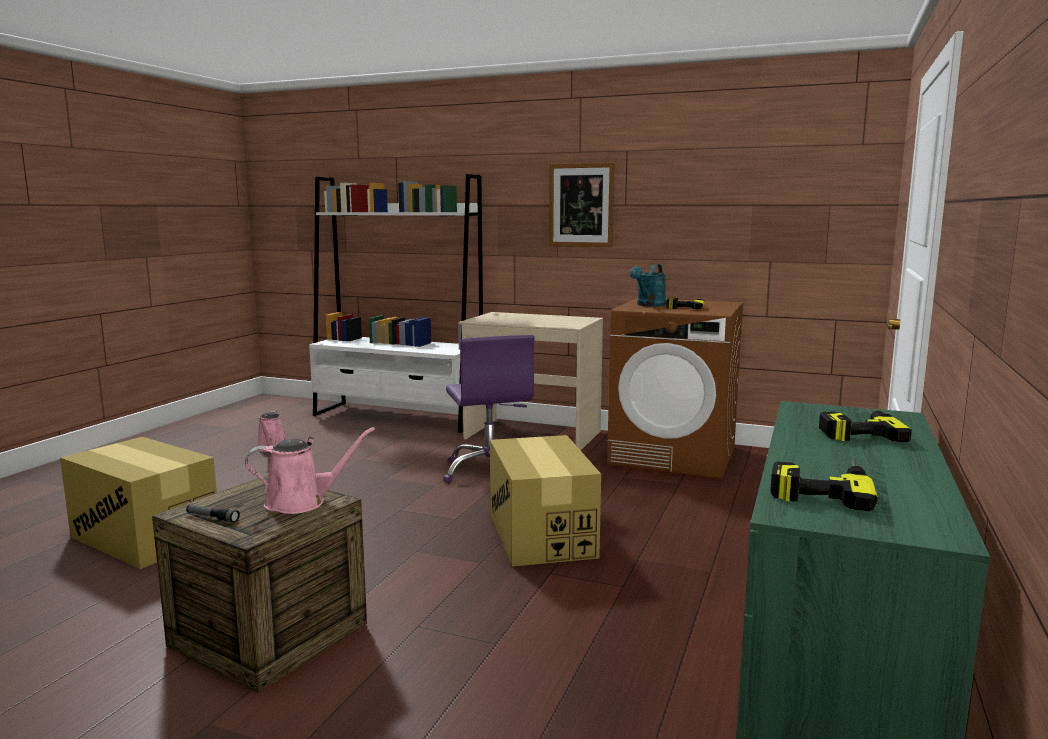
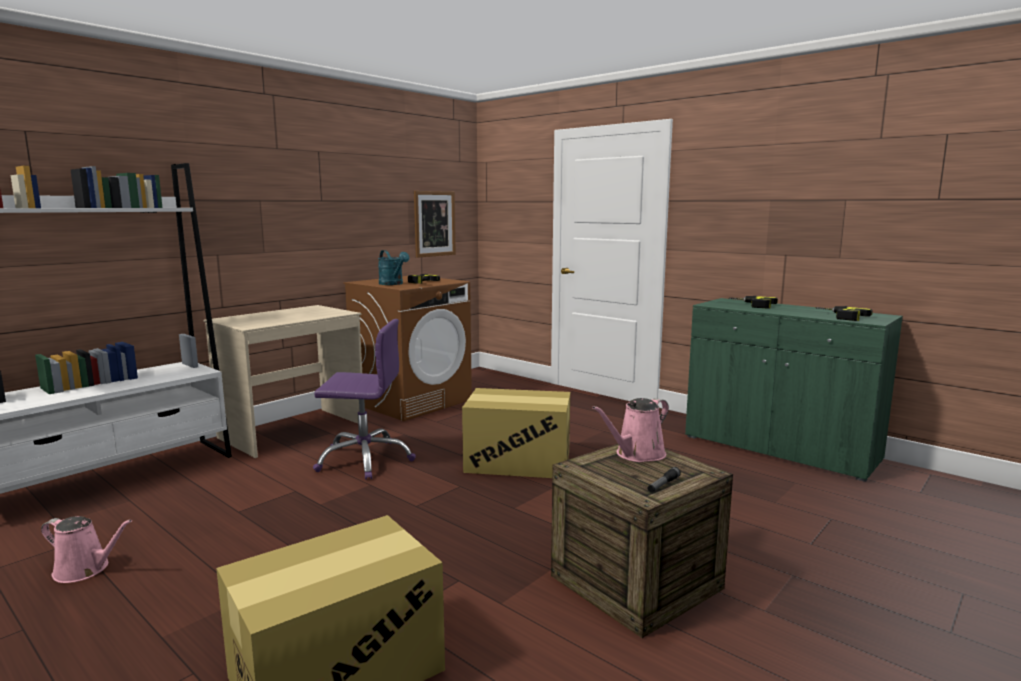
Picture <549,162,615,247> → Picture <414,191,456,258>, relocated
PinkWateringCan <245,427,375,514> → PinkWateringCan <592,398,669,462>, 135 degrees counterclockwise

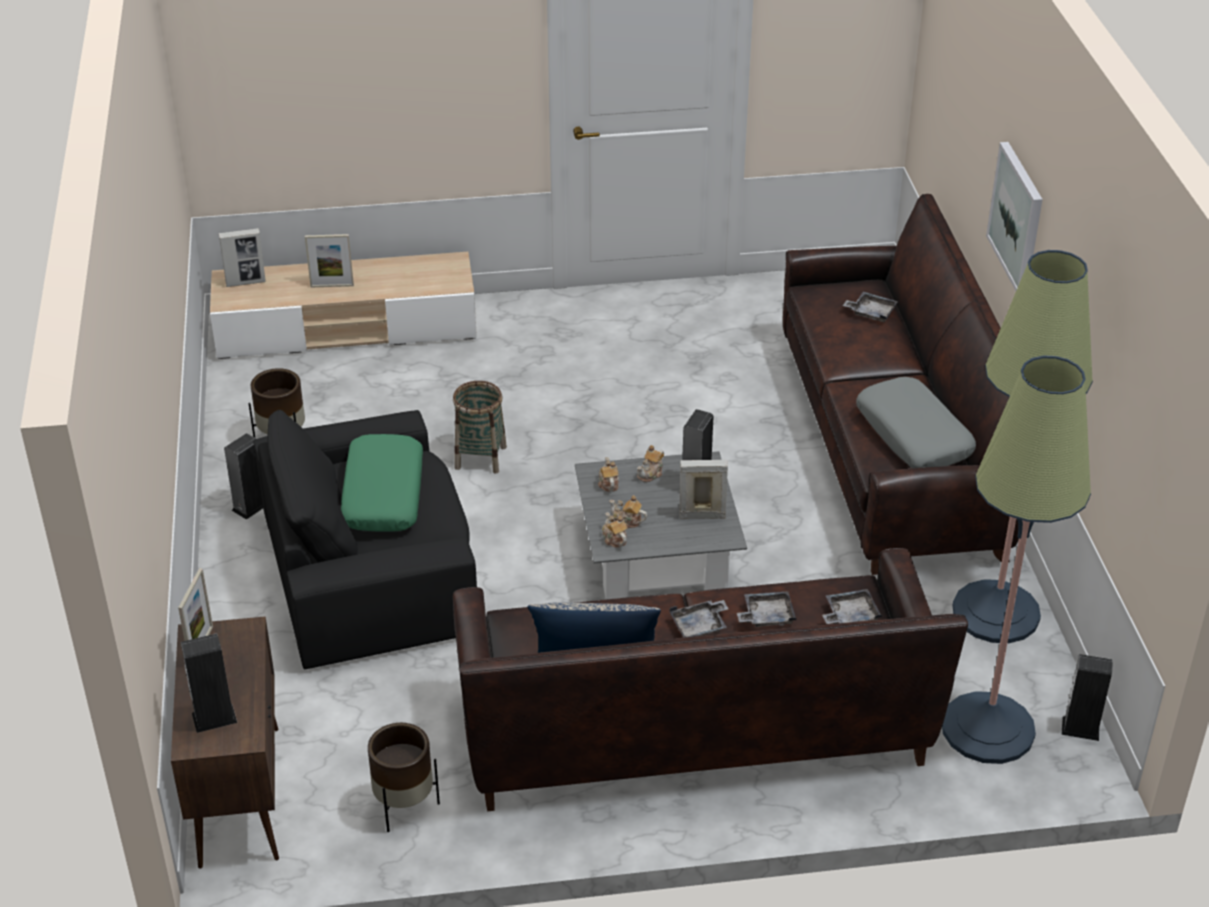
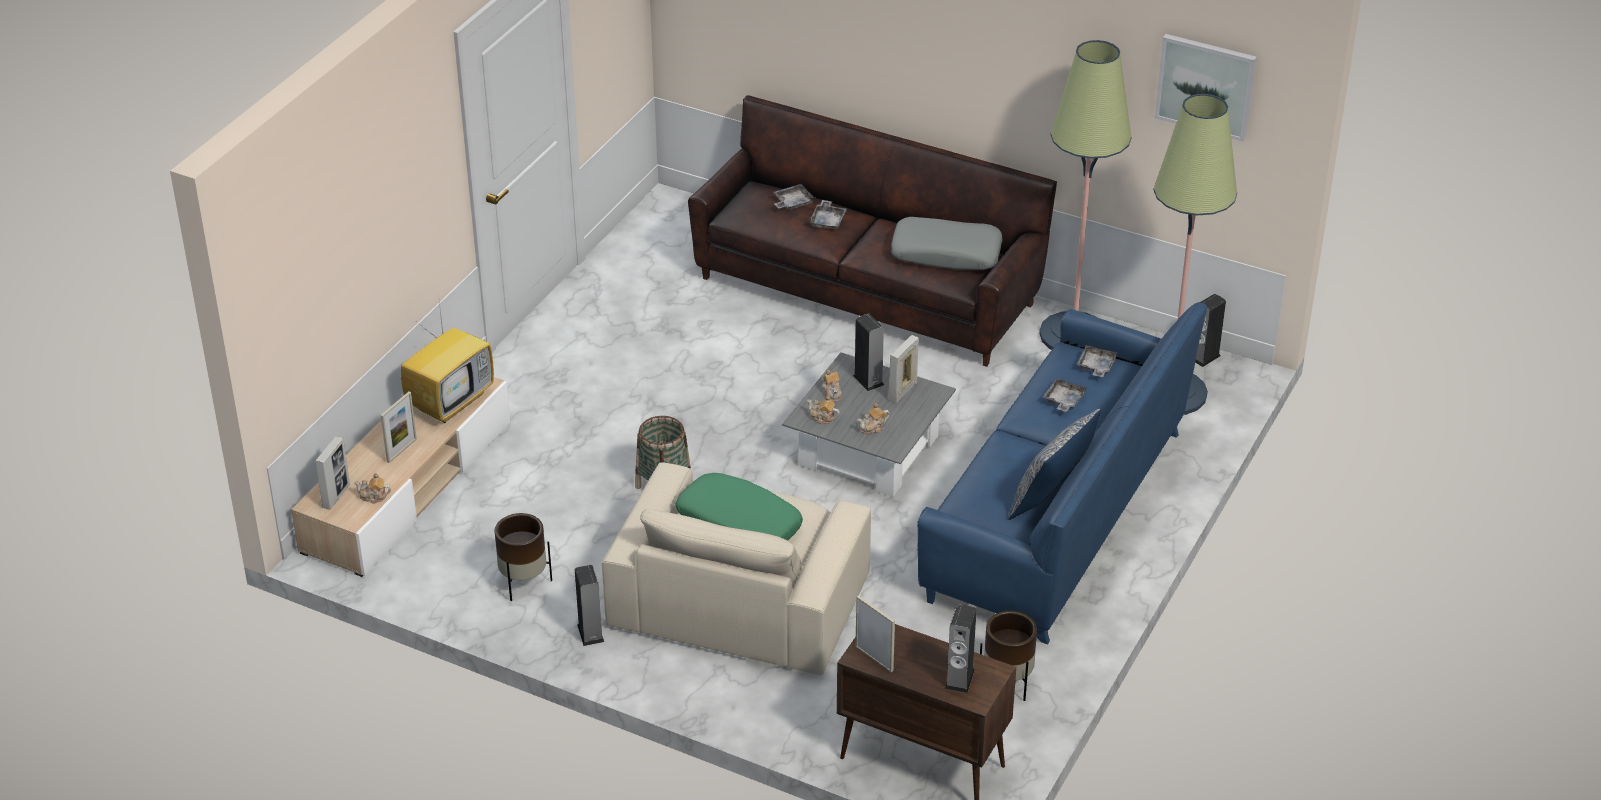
Picture <986,142,1043,291> → Picture <1155,34,1257,142>, relocated
BlackArmchair <253,410,477,669> → BeigeArmchair <602,462,871,675>
Teapot <602,512,628,548> → Teapot <354,473,391,504>, relocated
BrownSofa <453,548,968,811> → BlueSofa <917,302,1207,644>
GreyTray <669,600,729,638> → GreyTray <809,200,847,229>, relocated
- → Television <401,293,494,423>

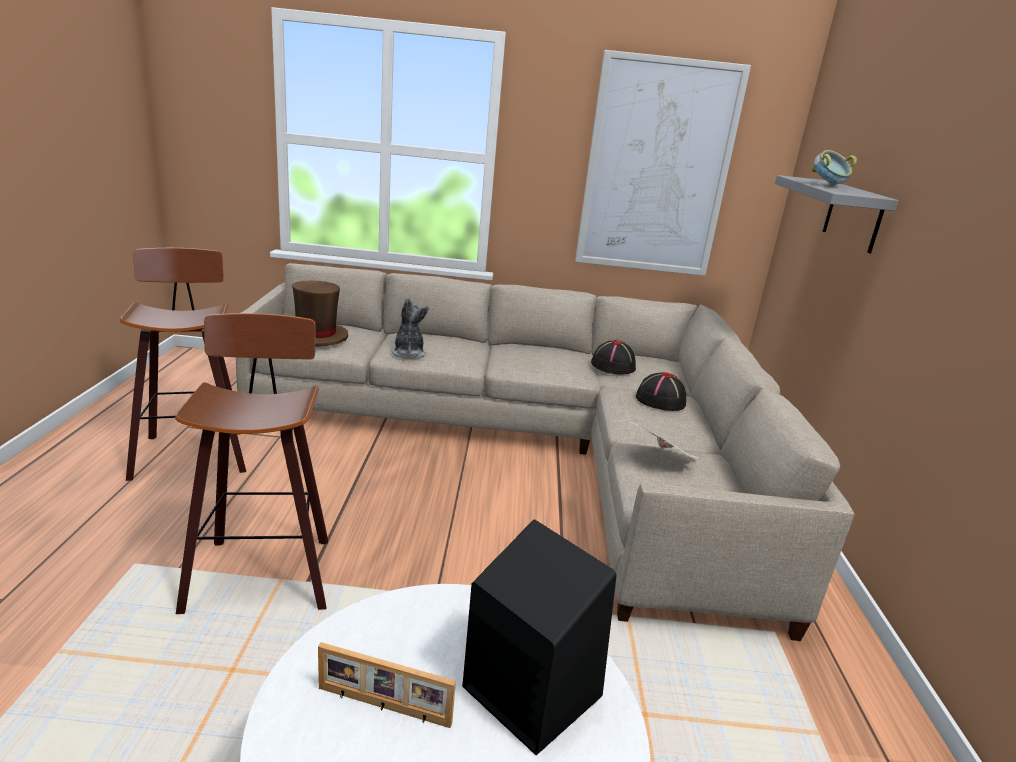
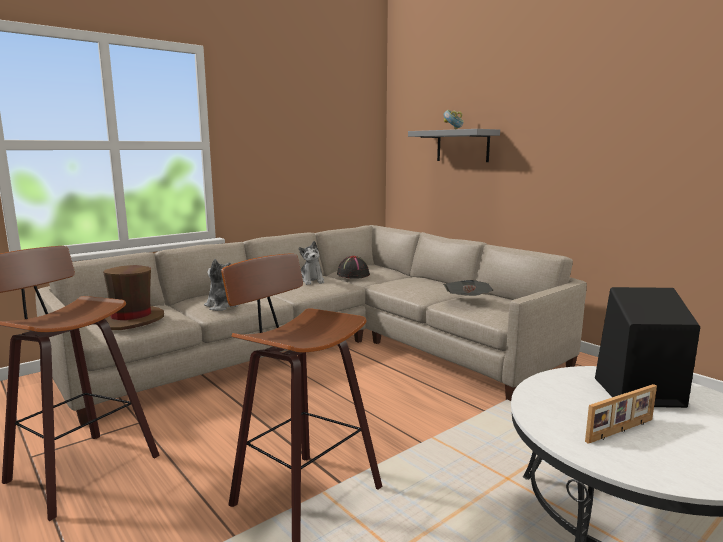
Picture <575,50,751,276> → -
BlackHat <636,372,686,411> → -
- → PlushToy <299,241,324,285>

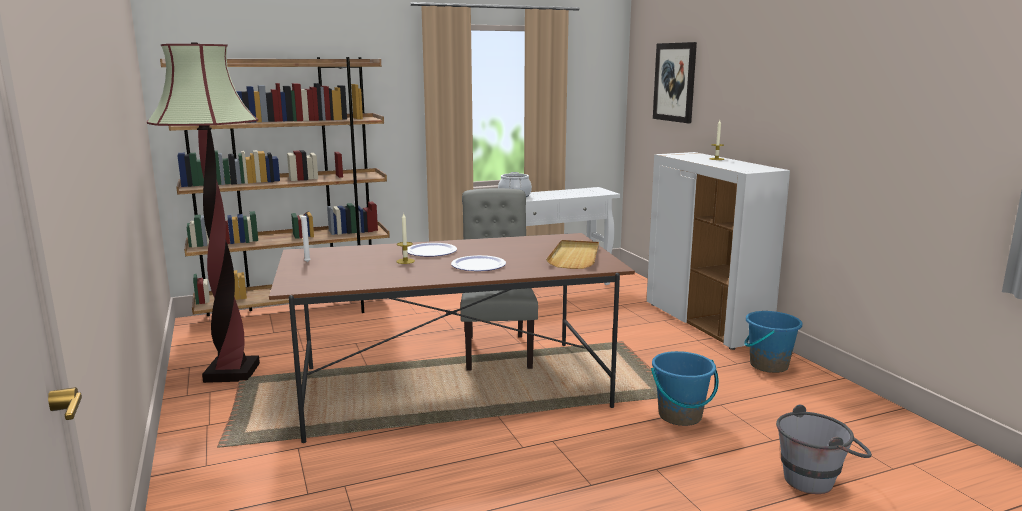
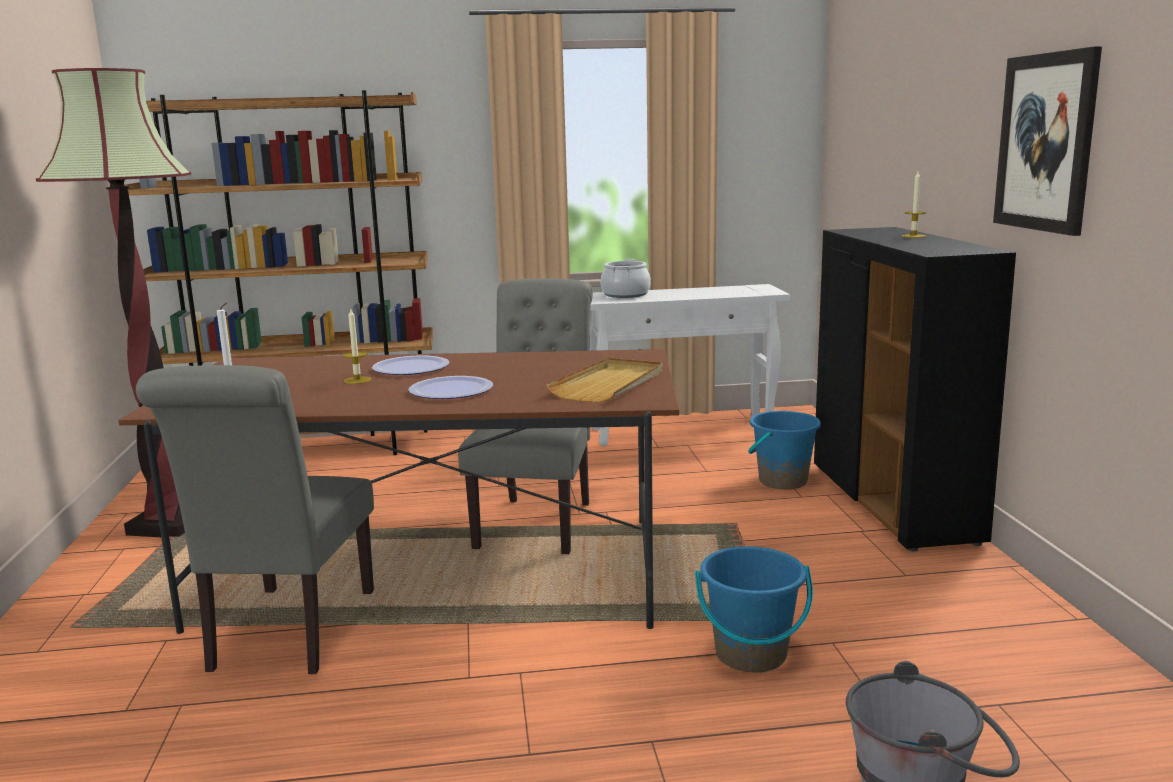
Picture <653,42,697,123> → Picture <993,46,1102,236>, relocated
WhiteCabinet <646,152,790,350> → BlackCabinet <814,227,1016,551>
BlueBucket <744,311,802,373> → BlueBucket <748,411,821,489>, relocated
- → GreyChair <136,365,374,674>

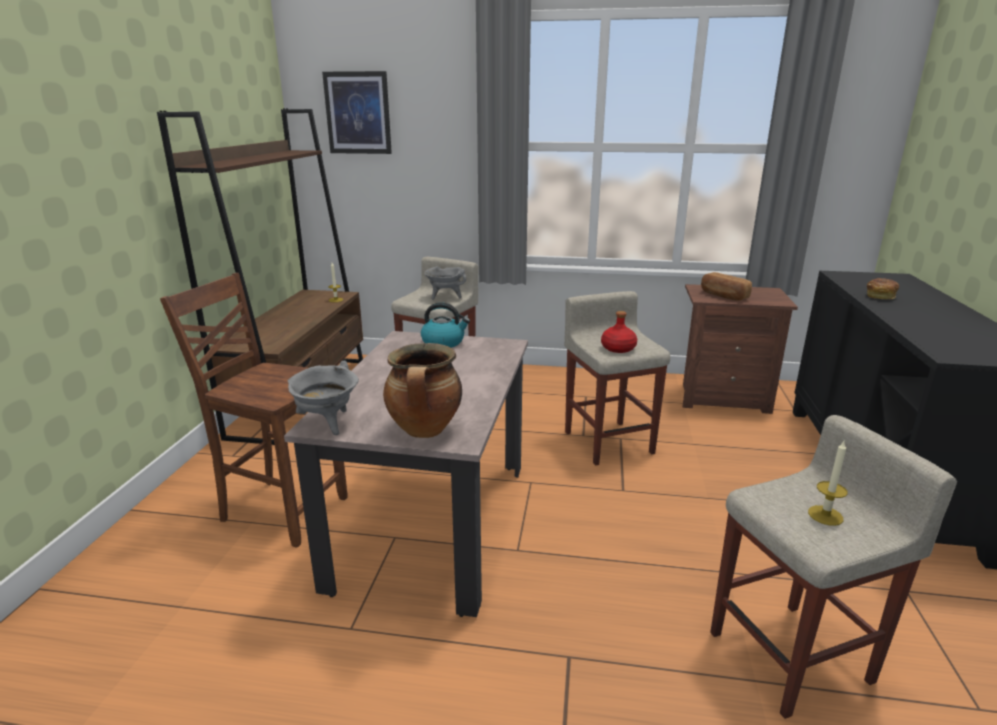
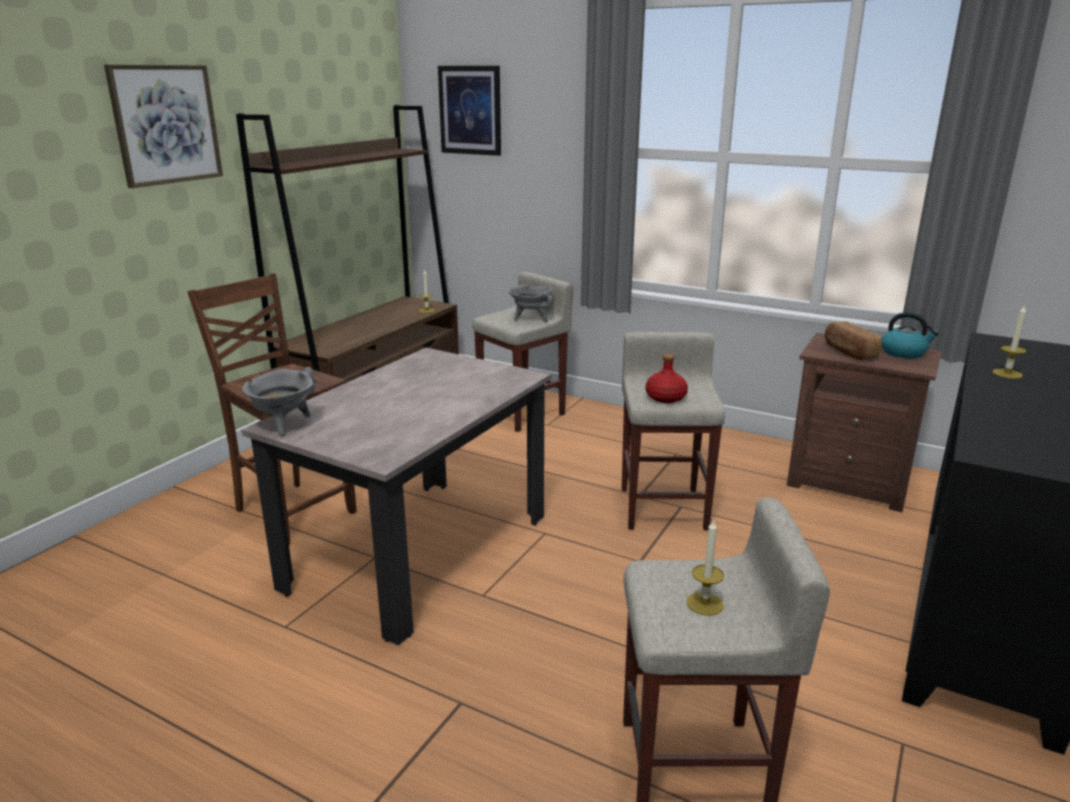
Bread <867,278,899,299> → Candle <992,305,1027,379>
Kettle <421,303,470,348> → Kettle <882,312,939,358>, relocated
CookingPot <383,343,462,438> → -
- → Picture <104,64,223,188>

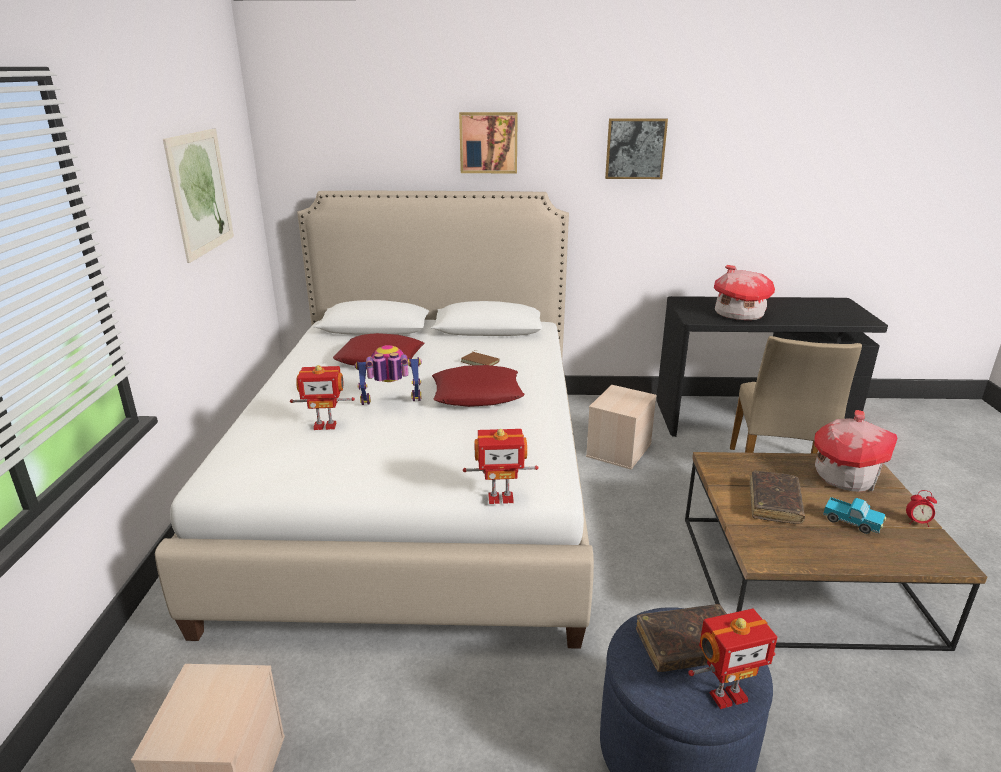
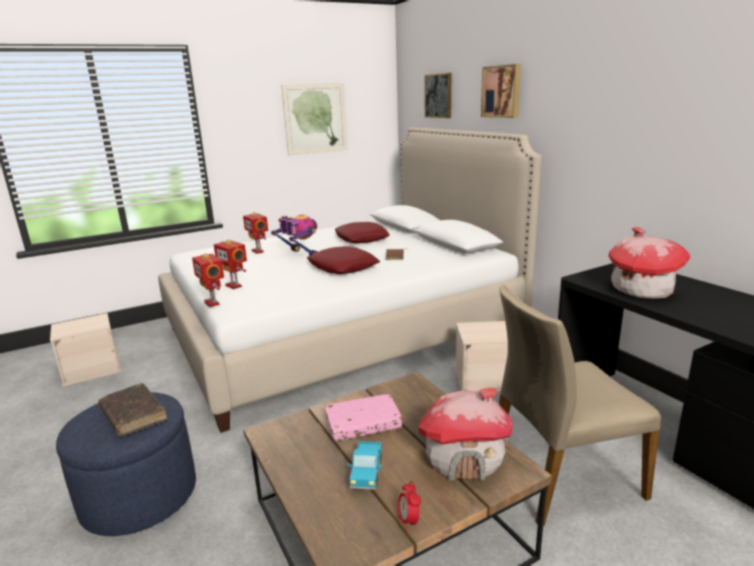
Picture <605,118,668,179> → Picture <424,73,451,118>, relocated
BrownBook <749,471,805,524> → PinkBook <325,394,402,441>
ToyRobot <688,609,777,709> → ToyRobot <214,239,247,289>, relocated

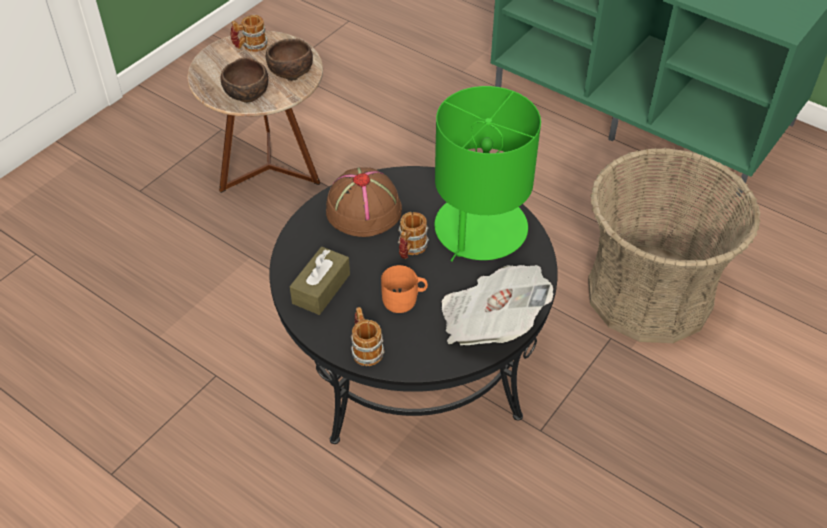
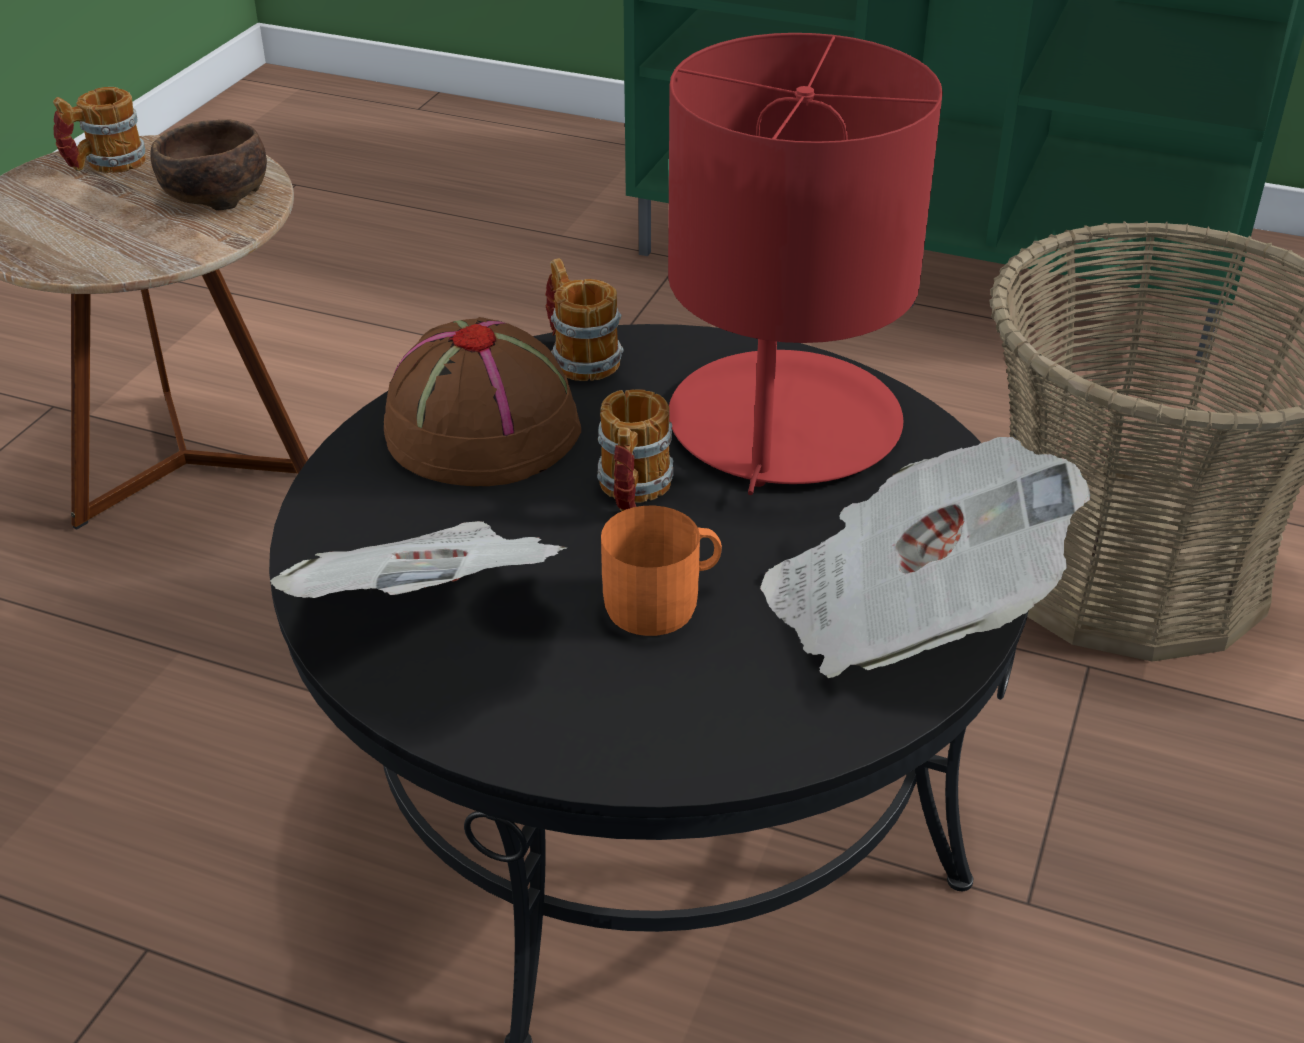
BrownBowl <220,57,268,103> → -
GreenTableLamp <434,86,541,262> → RedTableLamp <668,33,943,495>
BrownTissueBox <290,247,350,315> → Newspaper <270,521,567,598>
Mug <351,307,385,366> → Mug <545,258,624,381>, relocated

